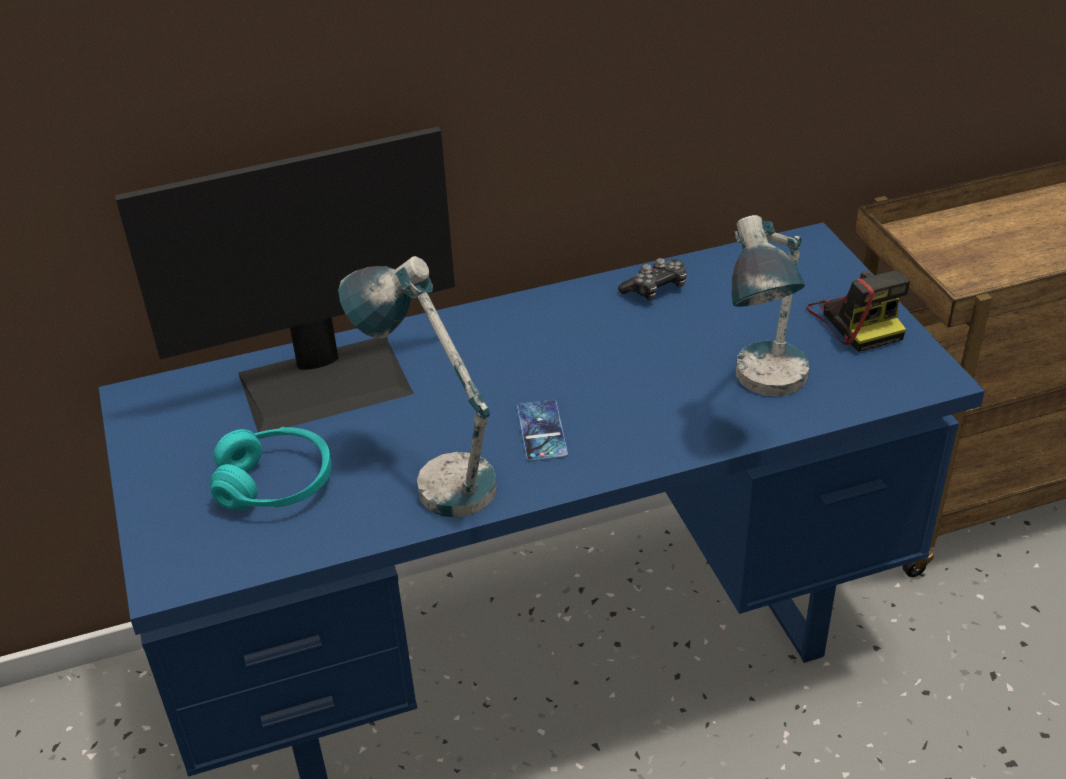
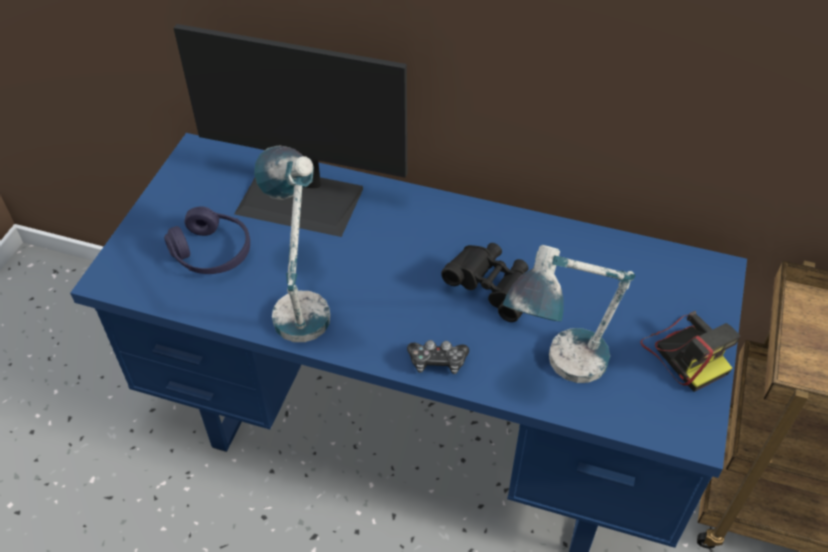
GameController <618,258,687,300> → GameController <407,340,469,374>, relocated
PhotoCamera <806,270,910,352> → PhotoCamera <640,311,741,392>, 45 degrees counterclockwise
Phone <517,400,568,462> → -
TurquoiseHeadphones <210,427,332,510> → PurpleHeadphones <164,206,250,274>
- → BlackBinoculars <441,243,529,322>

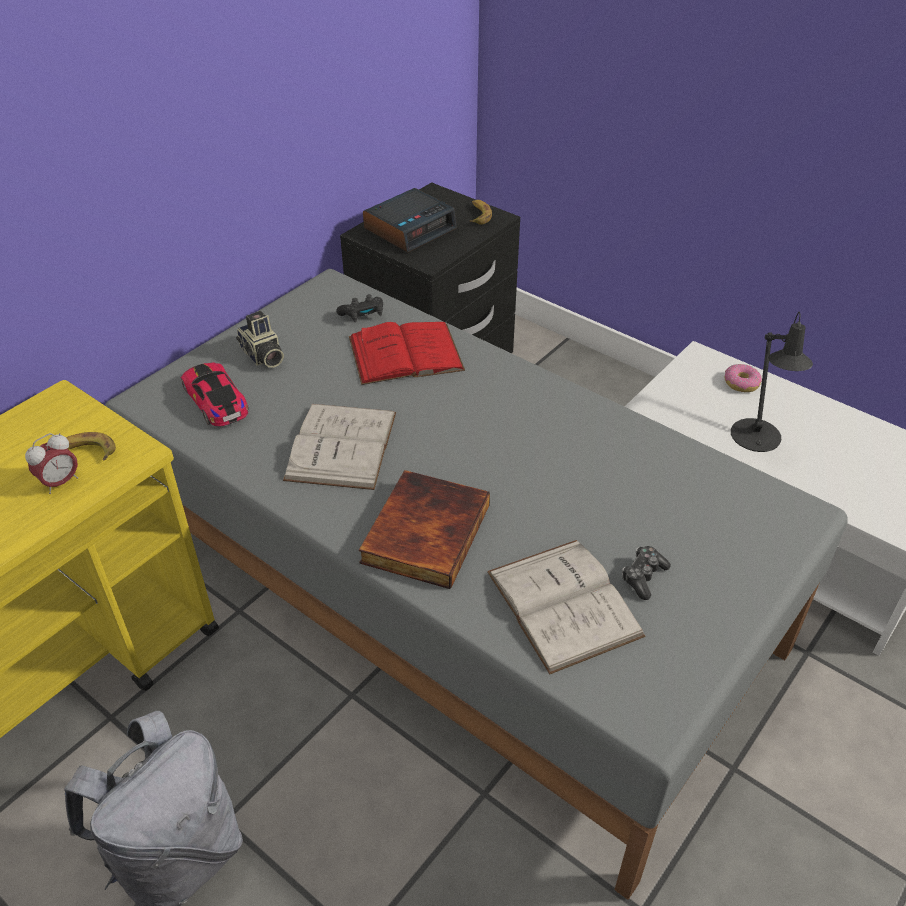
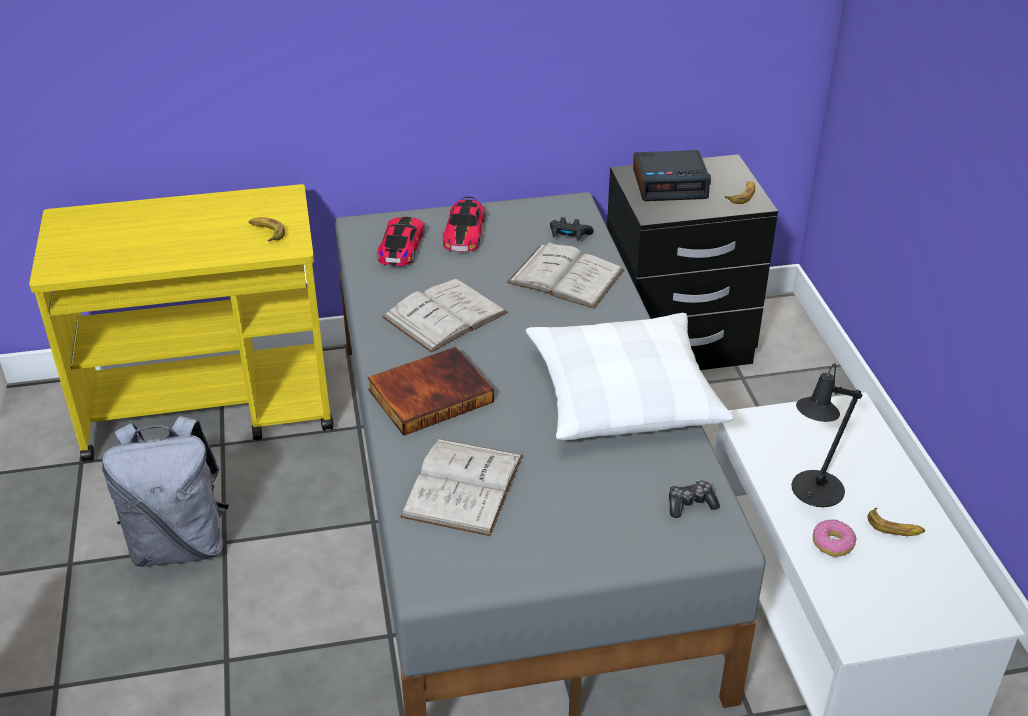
PhotoCamera <236,311,284,368> → ToyCar <443,197,486,252>
RedBook <349,322,465,385> → WhiteBook <507,242,624,309>
Donut <724,364,762,392> → Donut <813,519,856,557>, relocated
AlarmClock <25,433,78,494> → -
GameController <622,546,671,600> → GameController <669,480,720,518>, relocated
- → WhitePillow <526,313,734,440>
- → Banana <867,508,925,536>

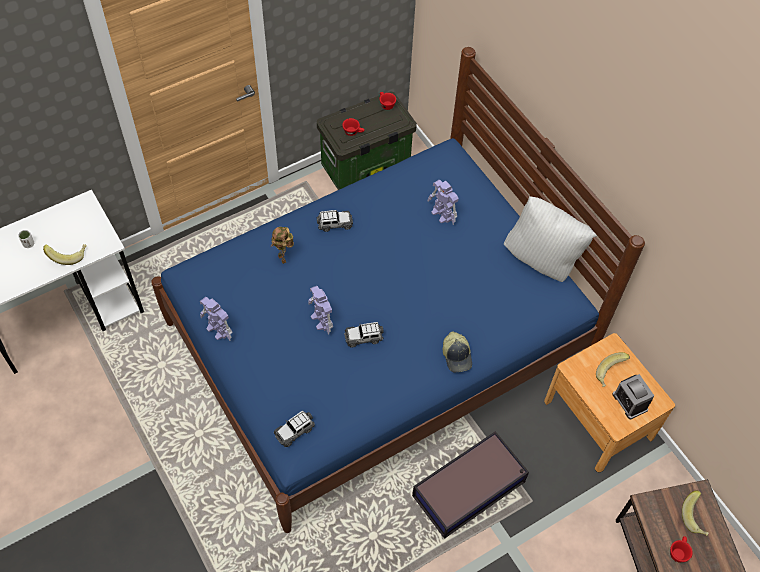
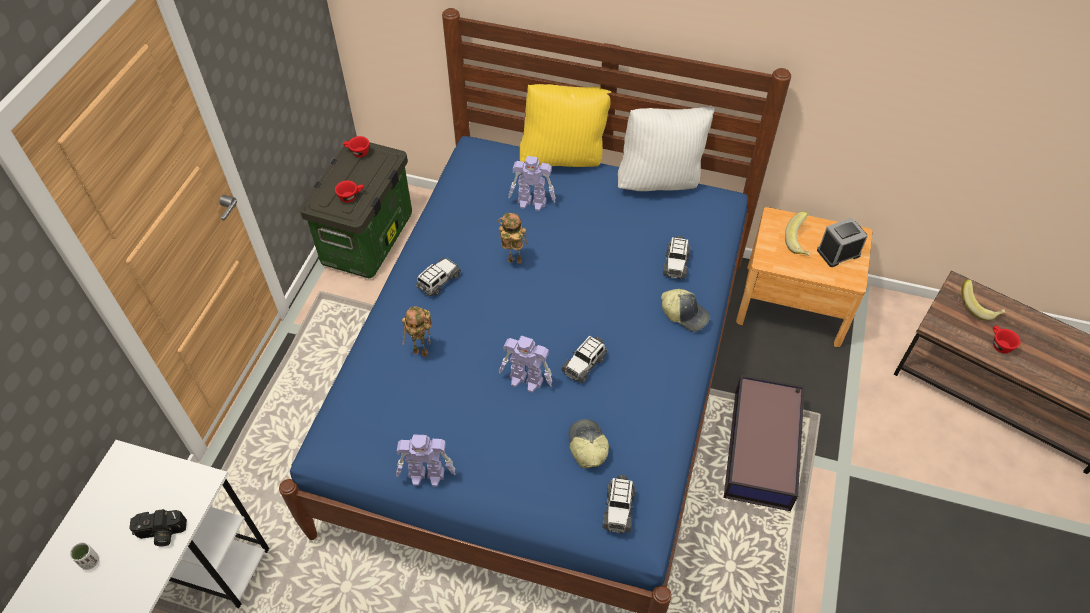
Banana <43,244,87,265> → PhotoCamera <129,509,187,547>
AlarmClock <612,374,654,419> → AlarmClock <817,218,868,267>, 135 degrees clockwise
- → YellowPillow <520,84,611,167>
- → ToyRobot <498,213,528,263>
- → ToyCar <663,236,690,279>
- → Cap <569,419,609,468>

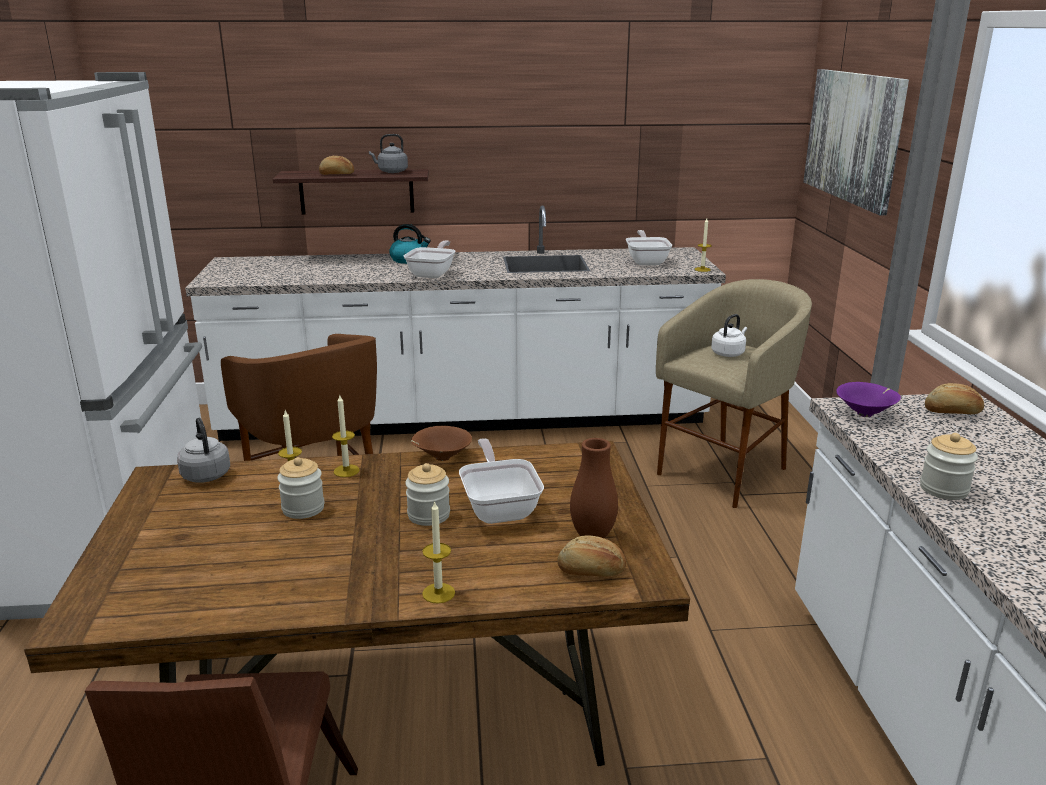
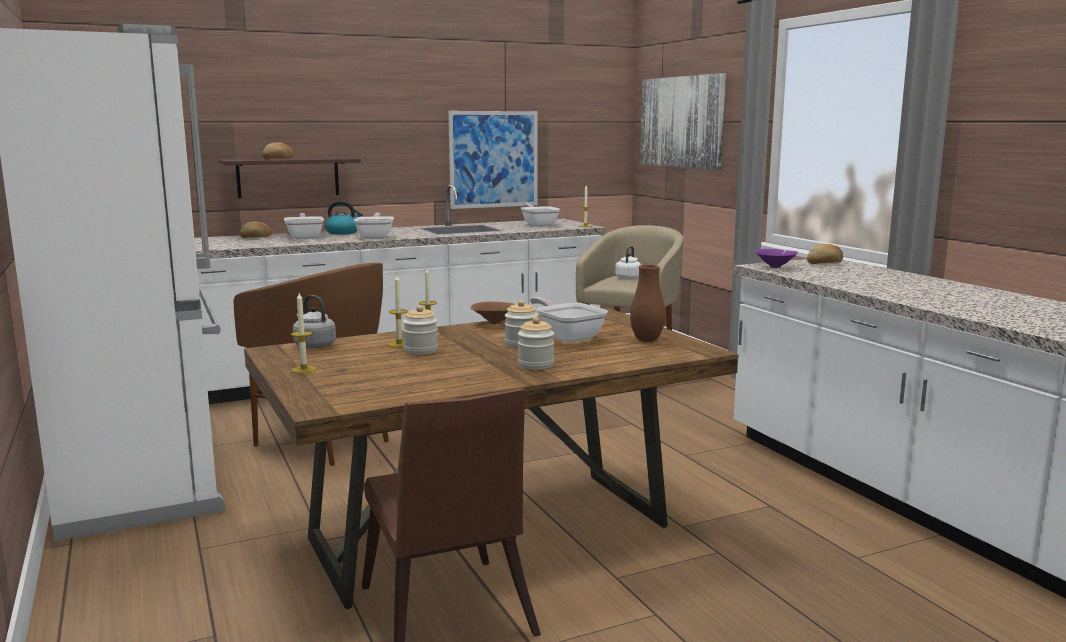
GreyKettle <369,134,408,173> → -
Jar <920,433,978,500> → Jar <518,317,554,370>, relocated
Candle <422,500,455,604> → Candle <291,293,316,373>, relocated
Bread <557,535,626,577> → Bread <240,221,272,238>, relocated
- → Picture <448,111,538,209>
- → FryingPan <284,213,324,239>

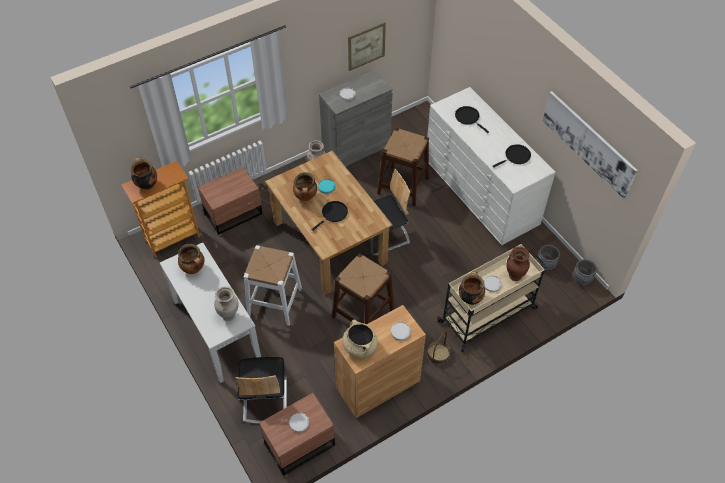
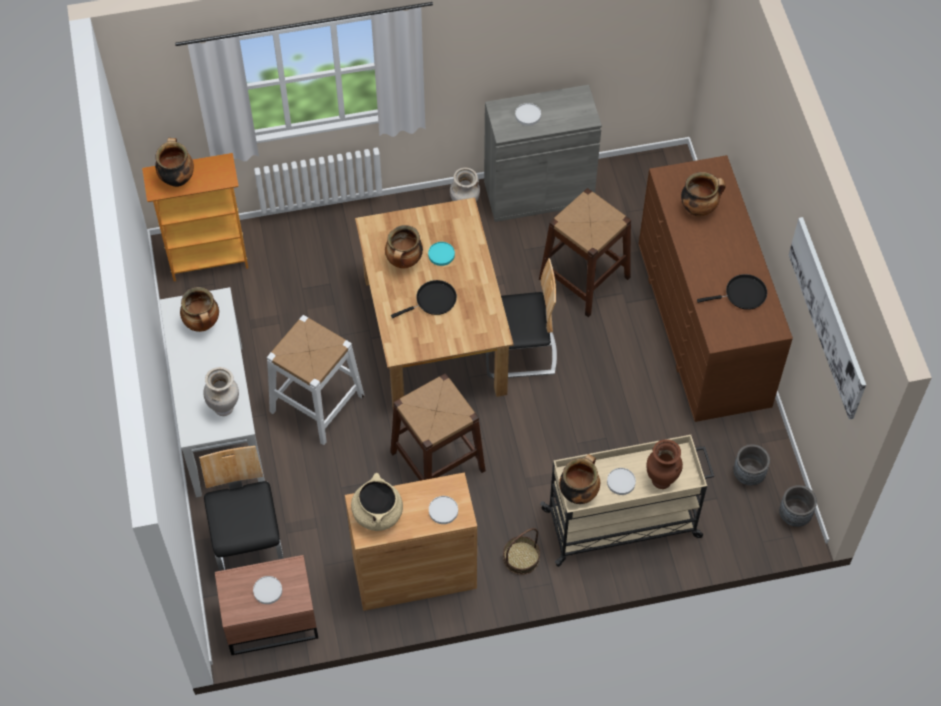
Picture <348,22,386,71> → -
WhiteDresser <427,87,556,245> → BrownDresser <639,155,793,422>
BlackFryingPan <455,106,489,133> → CookingPot <681,172,726,216>
BrownNightstand <198,167,262,235> → -
Chair <236,357,287,424> → Chair <199,446,284,571>, 150 degrees clockwise

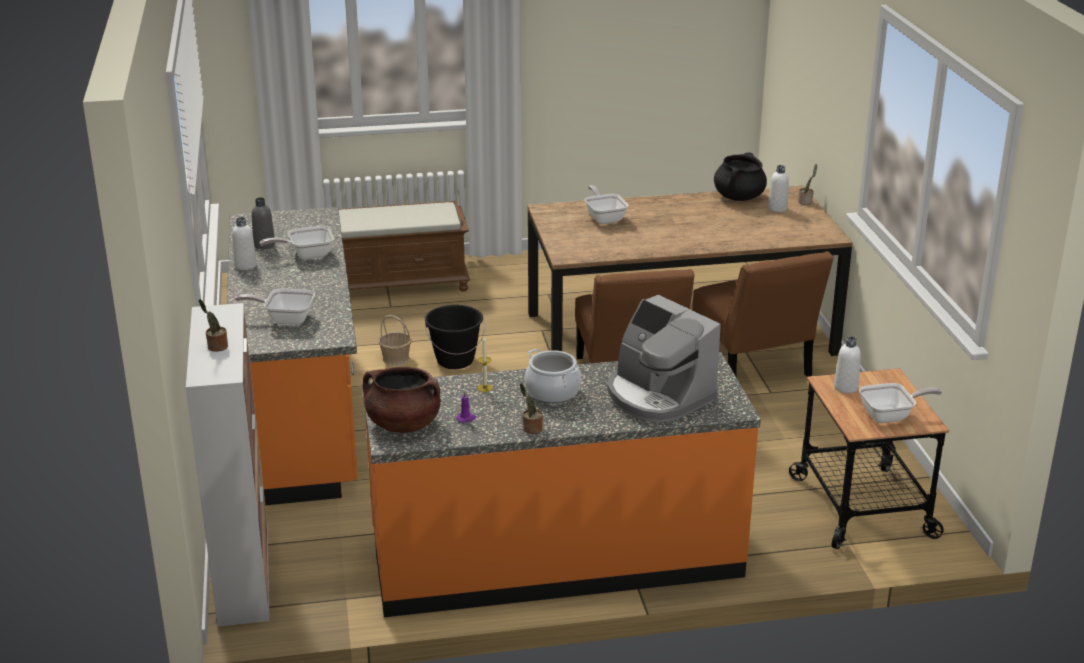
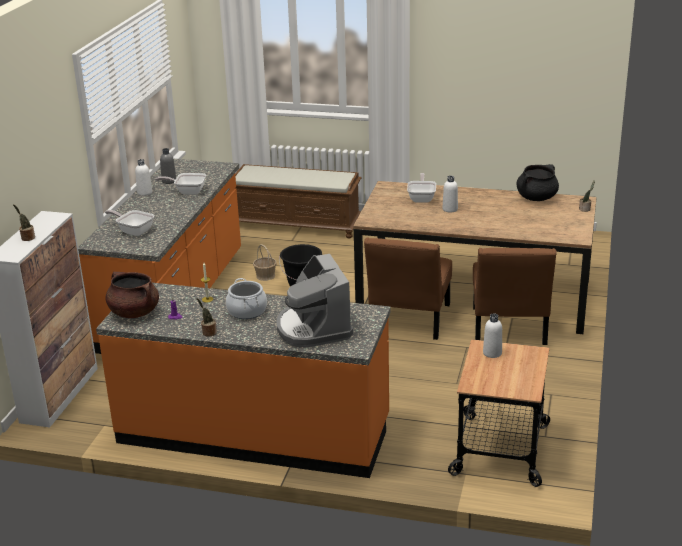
WhiteBottle <768,165,789,212> → WhiteBottle <443,176,458,212>, relocated
FryingPan <859,383,942,423> → -

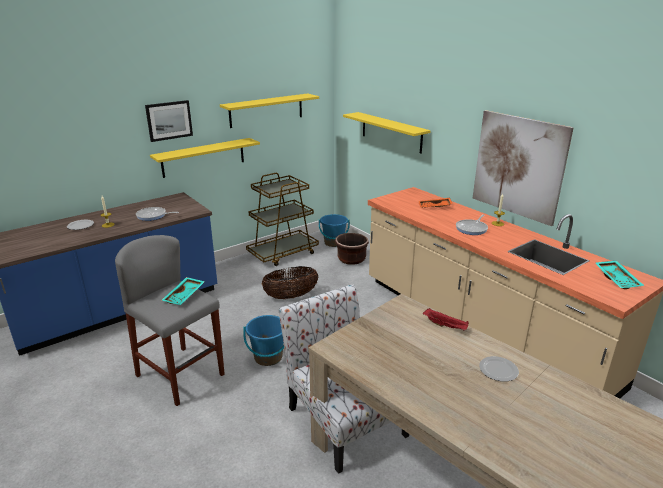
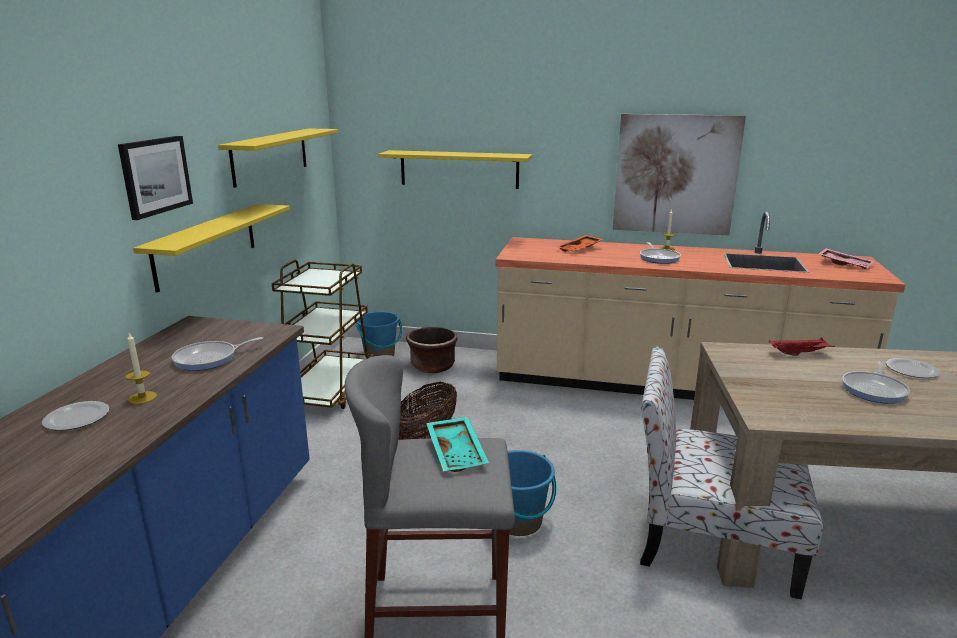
TurquoiseTray <595,261,644,289> → PinkTray <819,248,874,269>
- → FryingPan <842,361,910,404>

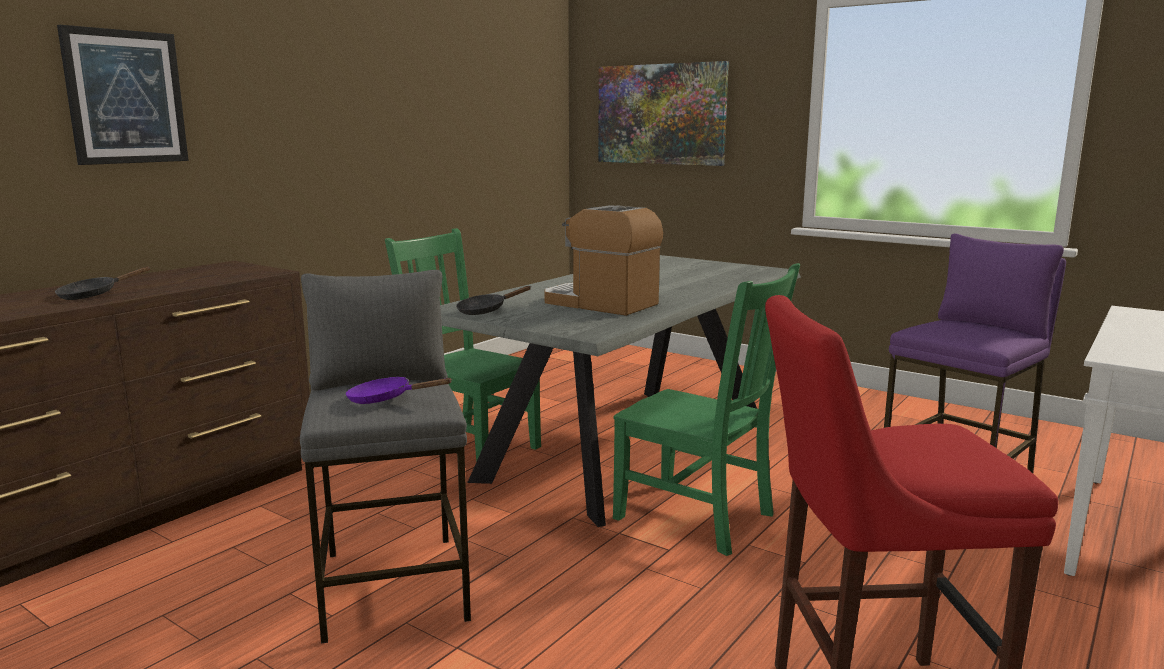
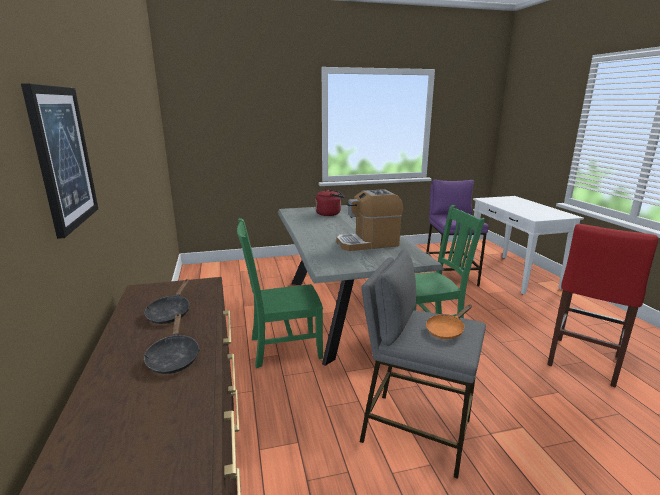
Picture <598,61,729,166> → -
BlackFryingPan <456,286,531,315> → BlackFryingPan <144,279,189,324>, relocated
PurpleFryingPan <346,377,453,404> → OrangeFryingPan <426,305,472,339>
- → RedKettle <315,189,344,216>

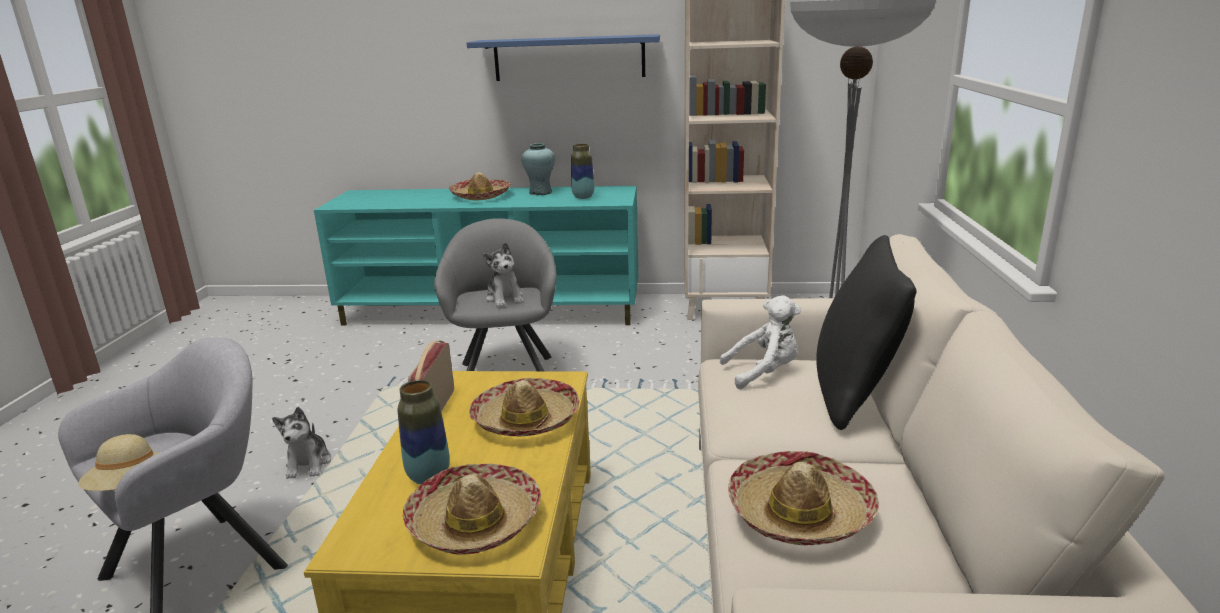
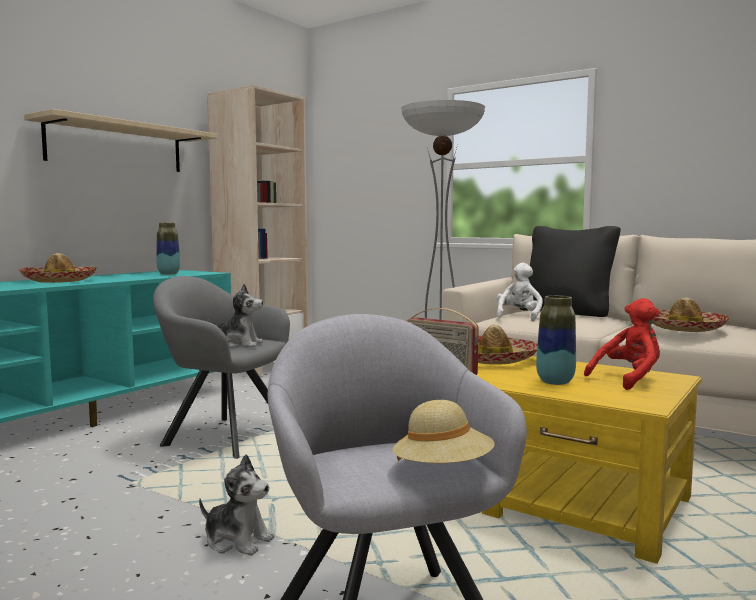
BlueShelf <467,34,660,81> → BeigeShelf <24,109,218,172>
TurquoiseVase <522,143,555,195> → -
Hat <403,464,541,554> → RedPlushToy <584,298,660,390>

